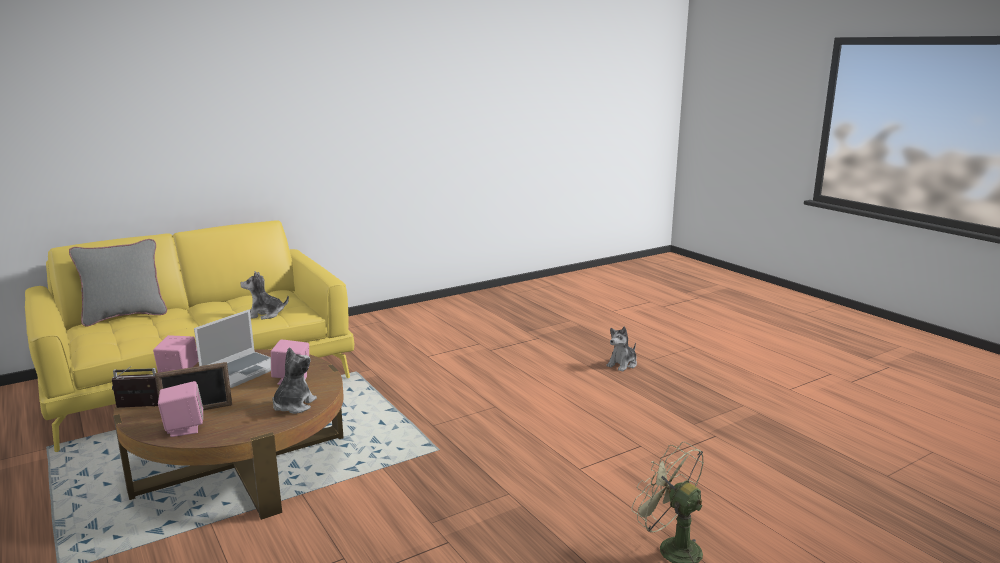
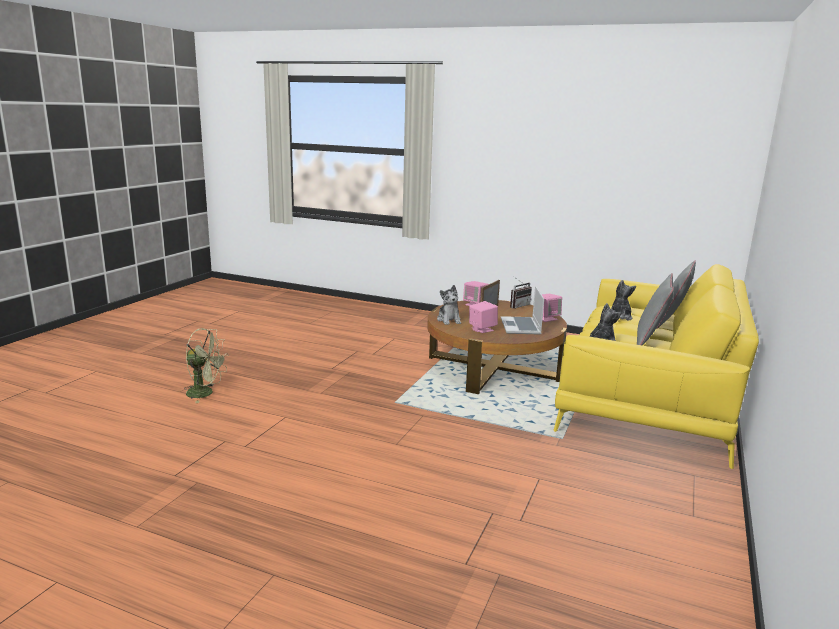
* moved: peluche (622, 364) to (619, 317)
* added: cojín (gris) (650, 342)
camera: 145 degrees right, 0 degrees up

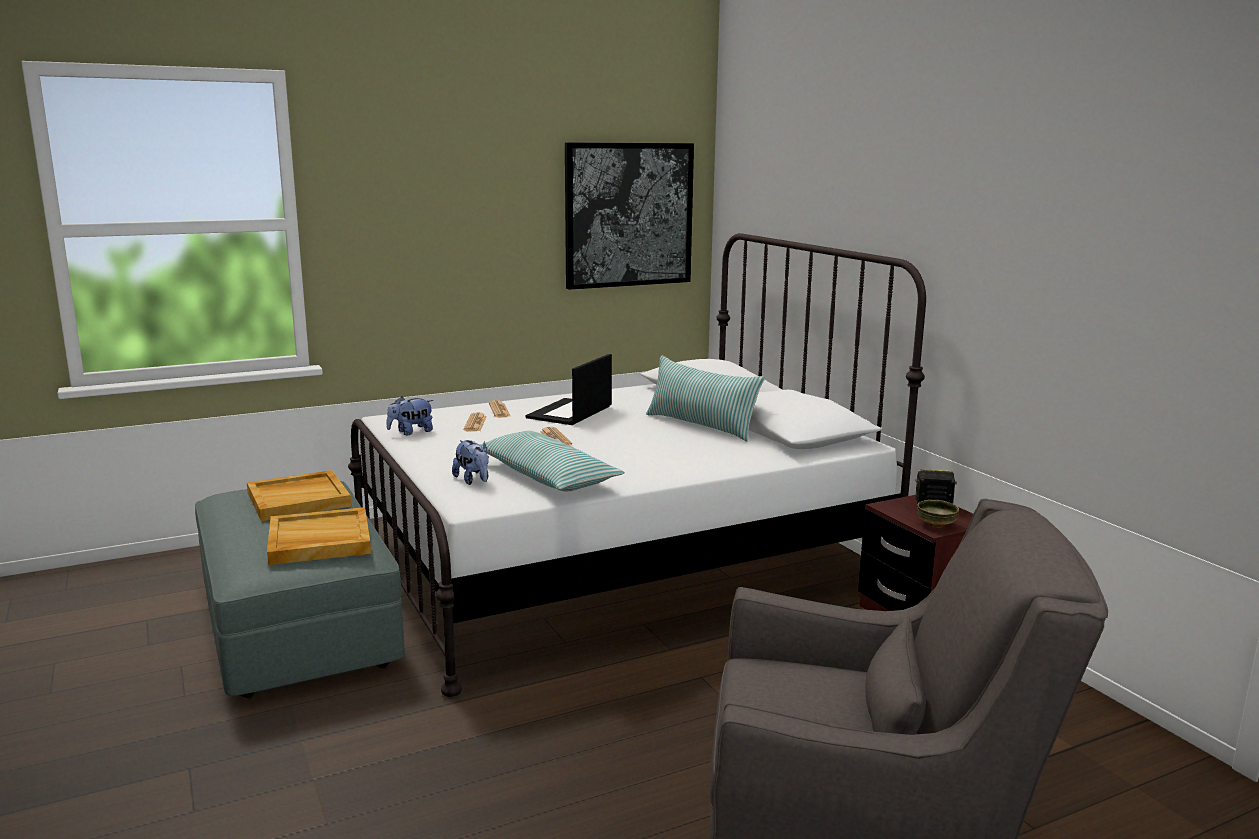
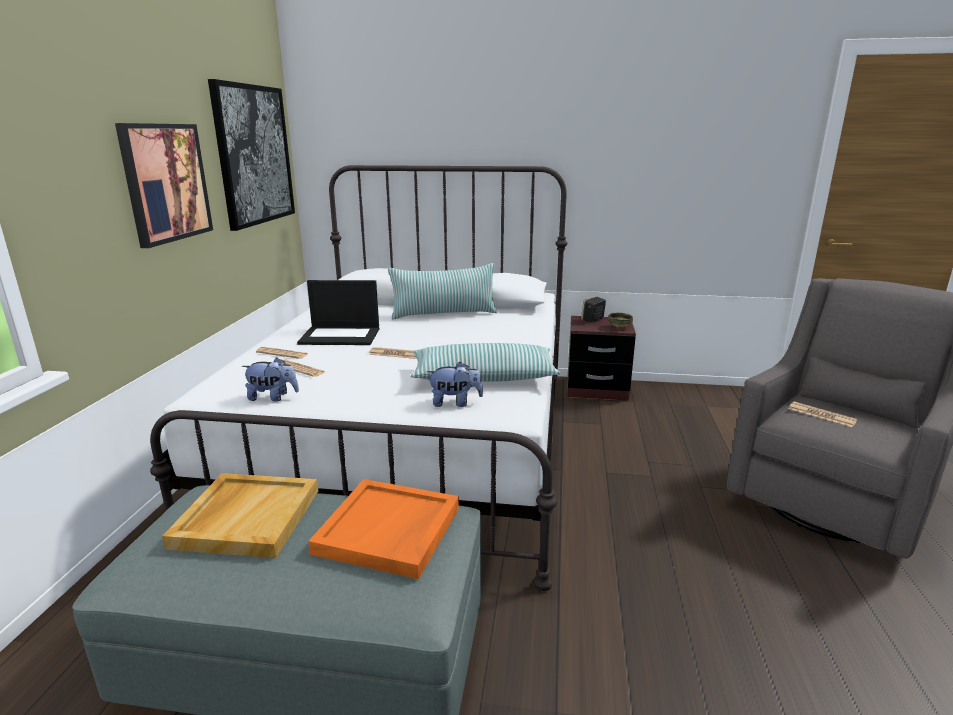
* added: cuadro (166, 183)
* turned: peluche (411, 432) = (273, 397) 90 degrees counterclockwise
* turned: portátil (570, 413) = (341, 336) 60 degrees counterclockwise
* recoloured: bandeja (beis) (318, 541) to bandeja (naranja) (389, 531)
* added: periódico (821, 415)
camera: 55 degrees left, 5 degrees up

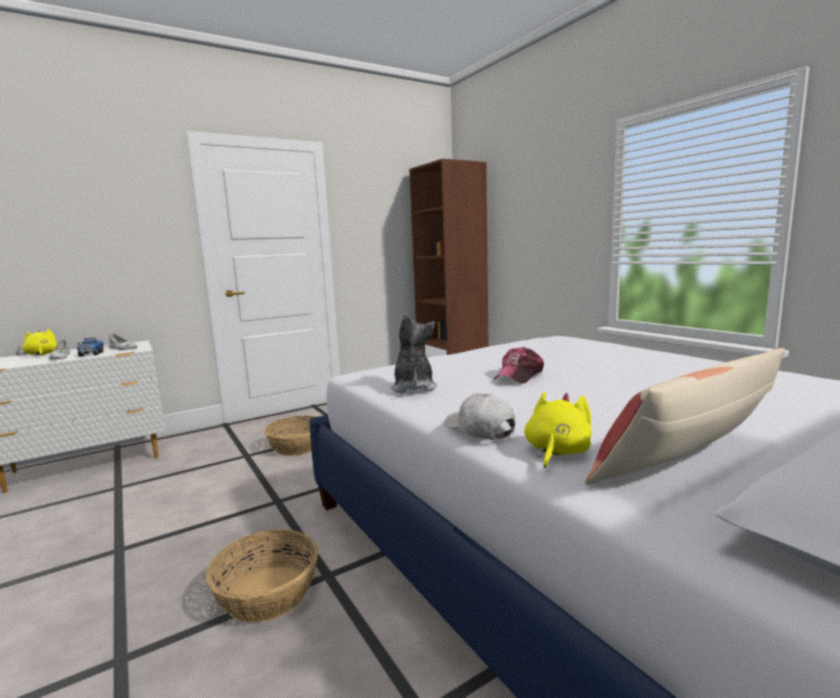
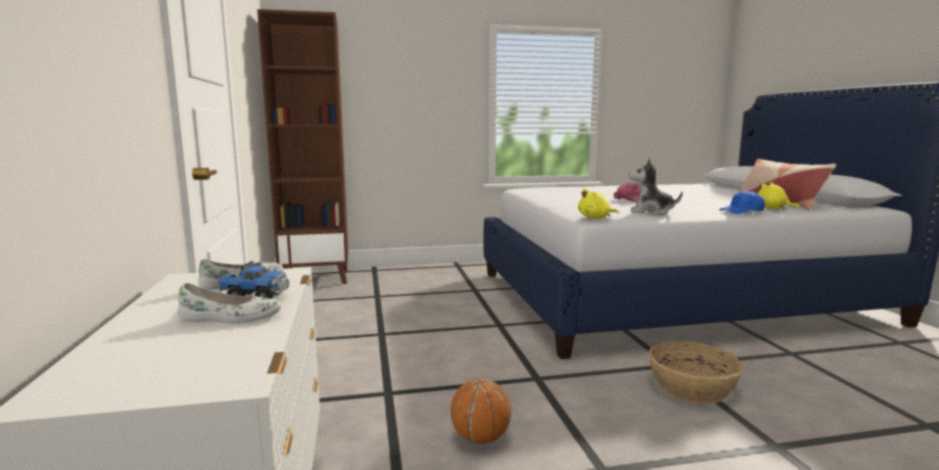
* added: balón de baloncesto (480, 438)
* moved: peluche (amarillo) (41, 354) to (596, 218)
* recoloured: gorra (blanco) (479, 429) to gorra (azul) (742, 211)
* removed: cesta (297, 446)
camera: 70 degrees left, 0 degrees up

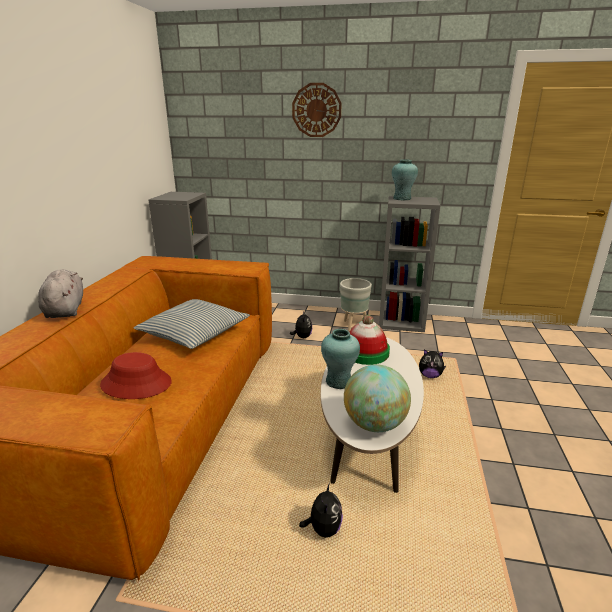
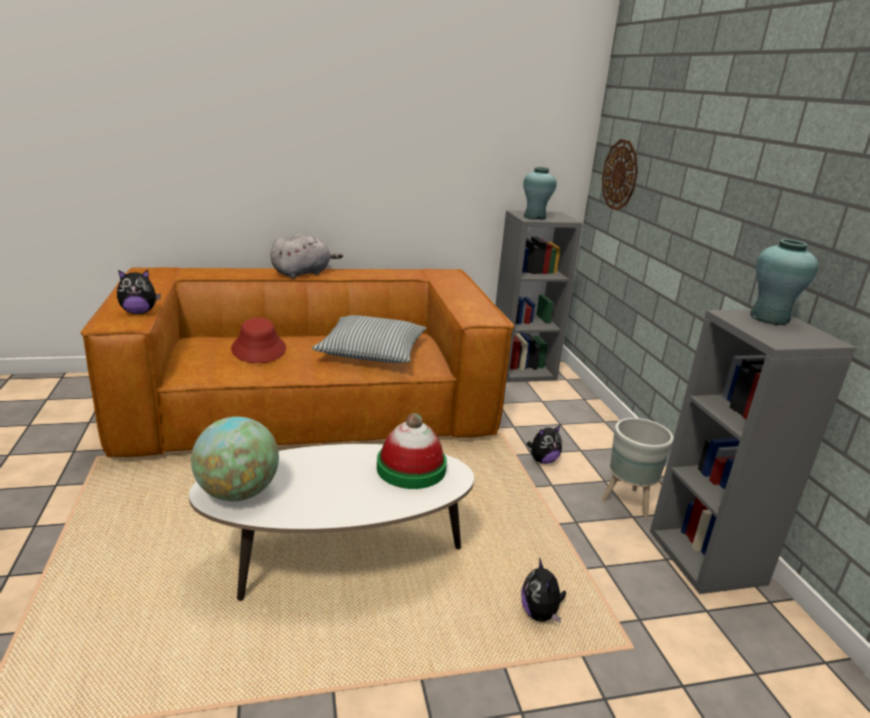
* moved: peluche (323, 529) to (139, 312)
* moved: florero (turquesa) (338, 381) to (535, 217)
* moved: reloj de pared (316, 110) to (620, 175)
camera: 65 degrees right, 0 degrees up

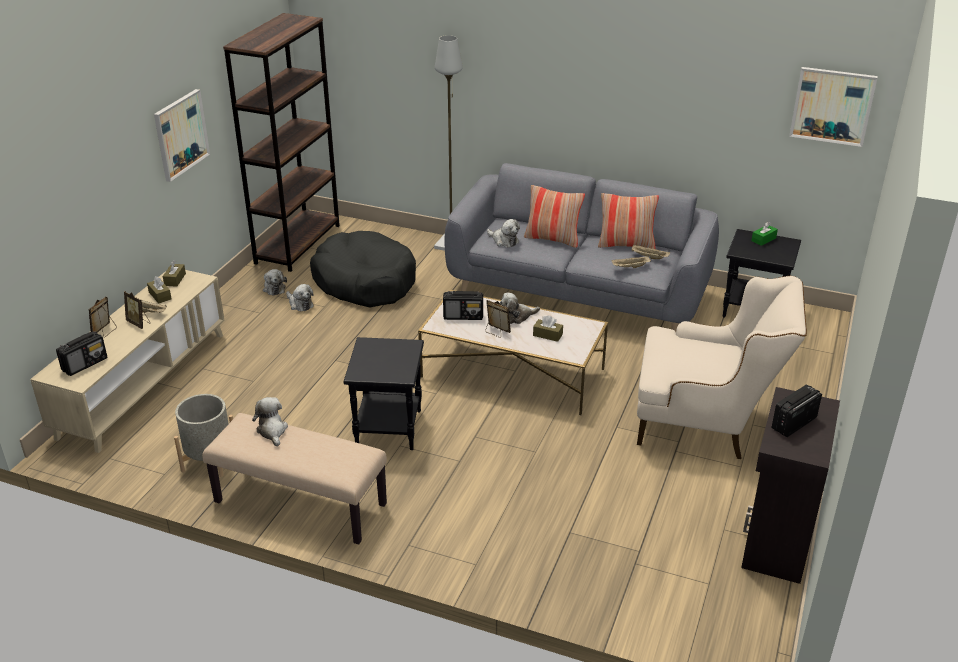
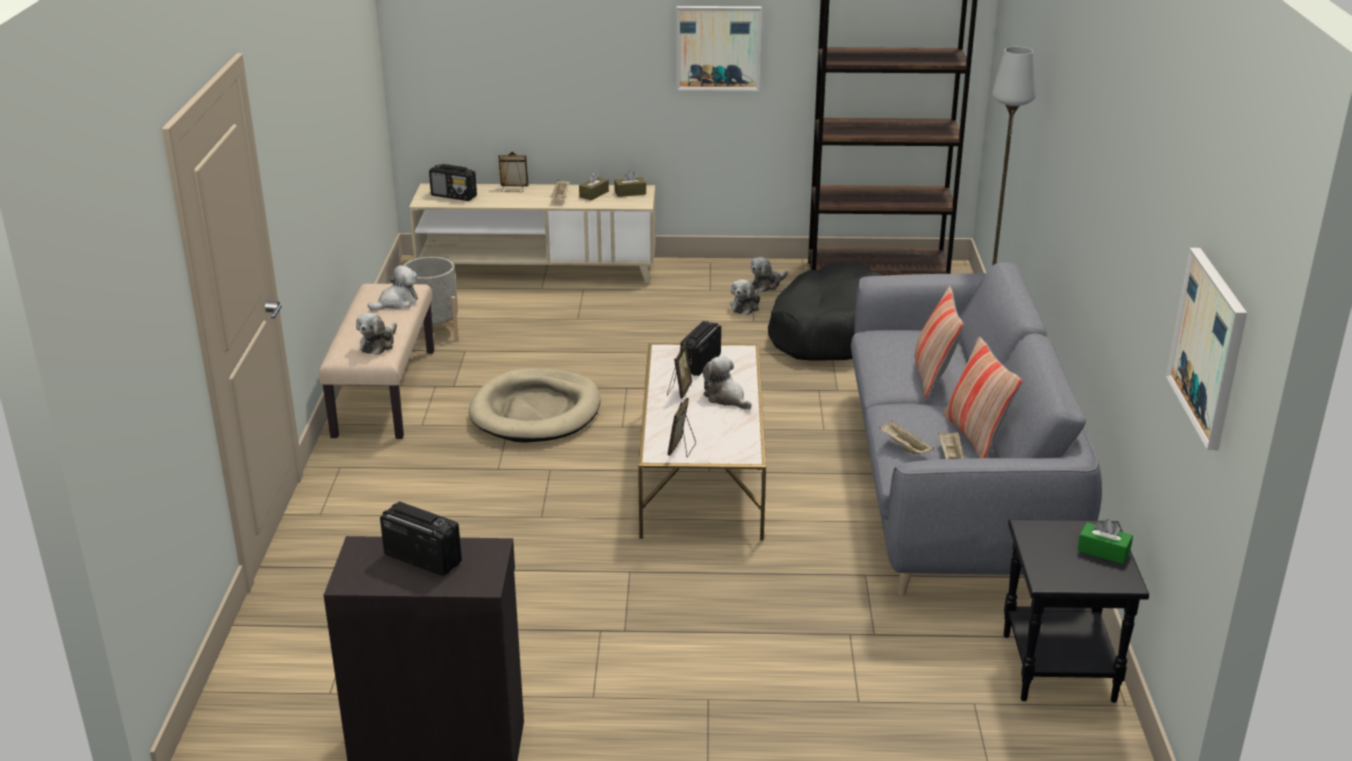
* moved: peluche (504, 241) to (378, 344)
* replaced: mesa auxiliar (negro) (387, 428) to cama para perro (beis) (536, 411)
* moved: portarretratos (139, 323) to (682, 449)
* turned: radio (463, 316) = (700, 363) 45 degrees clockwise
* removed: caja de pañuelos (marrón) (547, 335)
* removed: sillón (beis) (706, 424)
camera: 70 degrees right, 5 degrees down

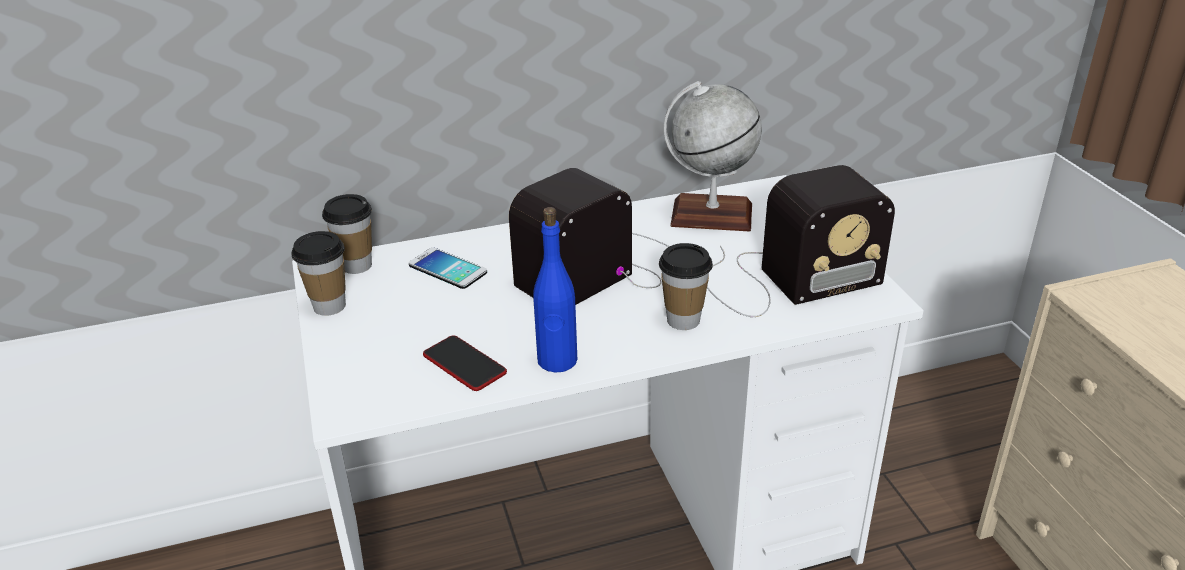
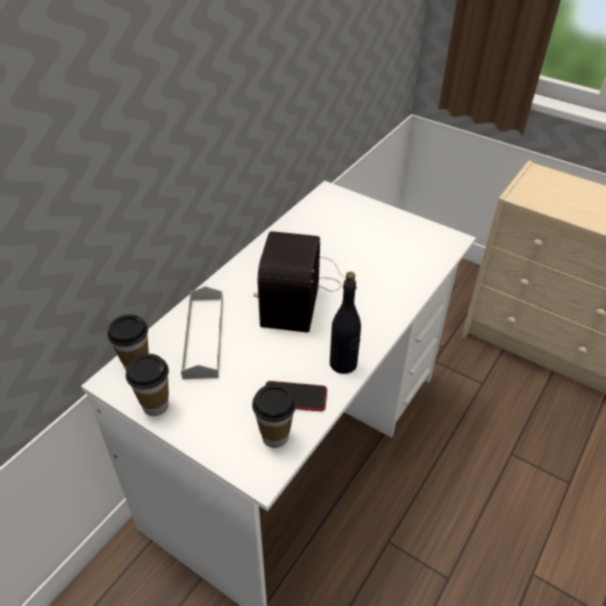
* replaced: móvil (447, 269) to bandeja (gris) (203, 336)
* moved: taza (683, 320) to (275, 436)
* recoloured: botella (azul) (557, 361) to botella (negro) (343, 364)
* removed: globo terráqueo (711, 215)
* removed: radio (783, 280)
camera: 40 degrees left, 10 degrees up

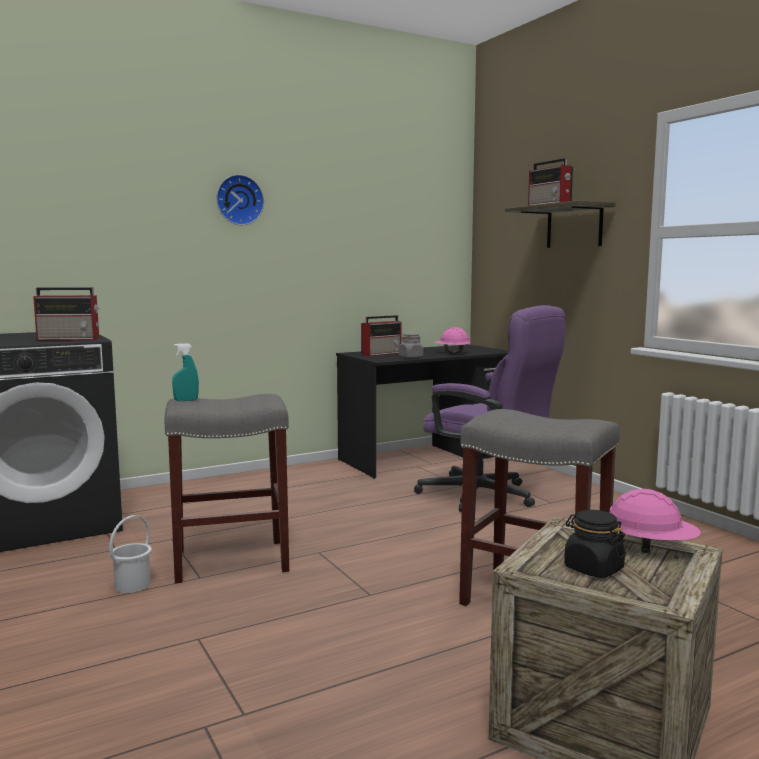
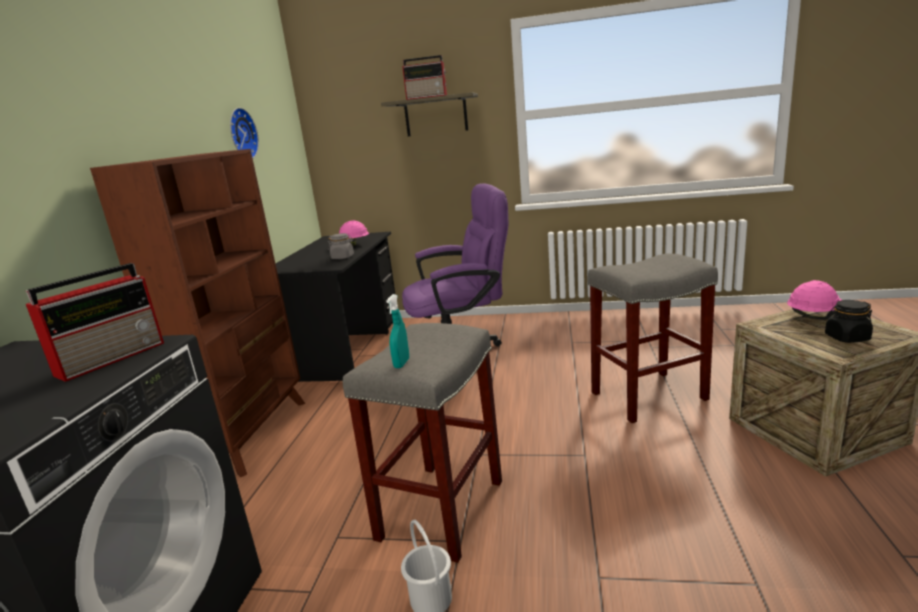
* added: estantería (marrón) (254, 434)
* moved: reloj de pared (239, 200) to (240, 134)
* removed: radio (382, 353)
camera: 50 degrees left, 10 degrees up

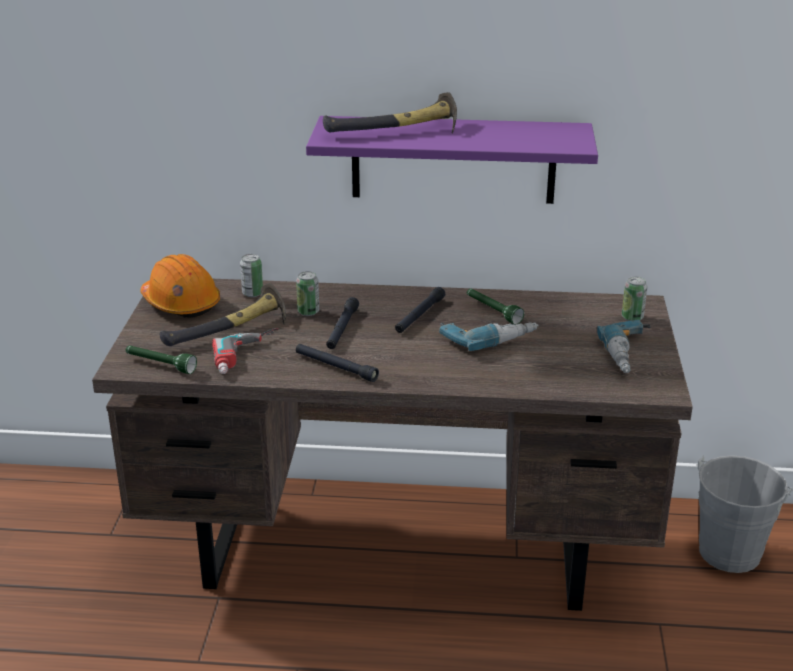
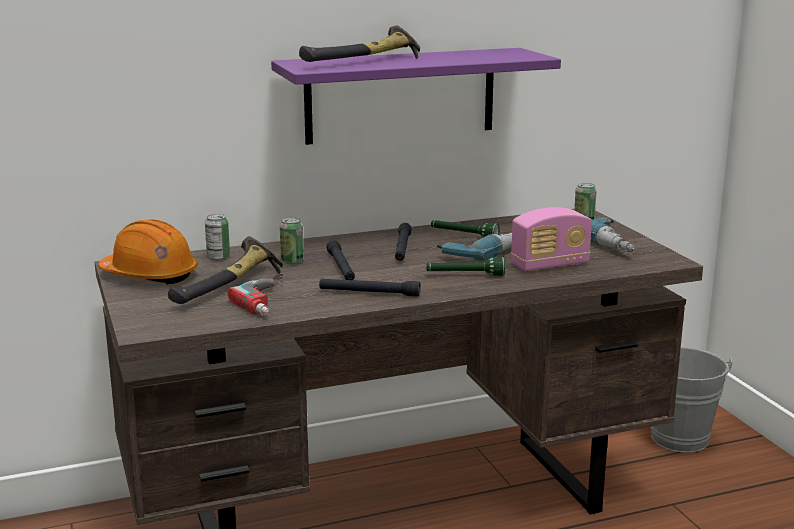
* moved: linterna (verde) (160, 365) to (465, 276)
* added: radio (550, 265)
camera: 25 degrees left, 10 degrees down

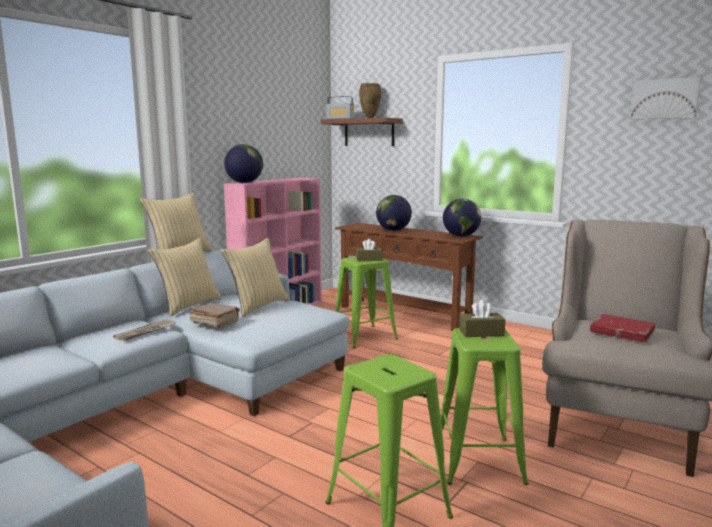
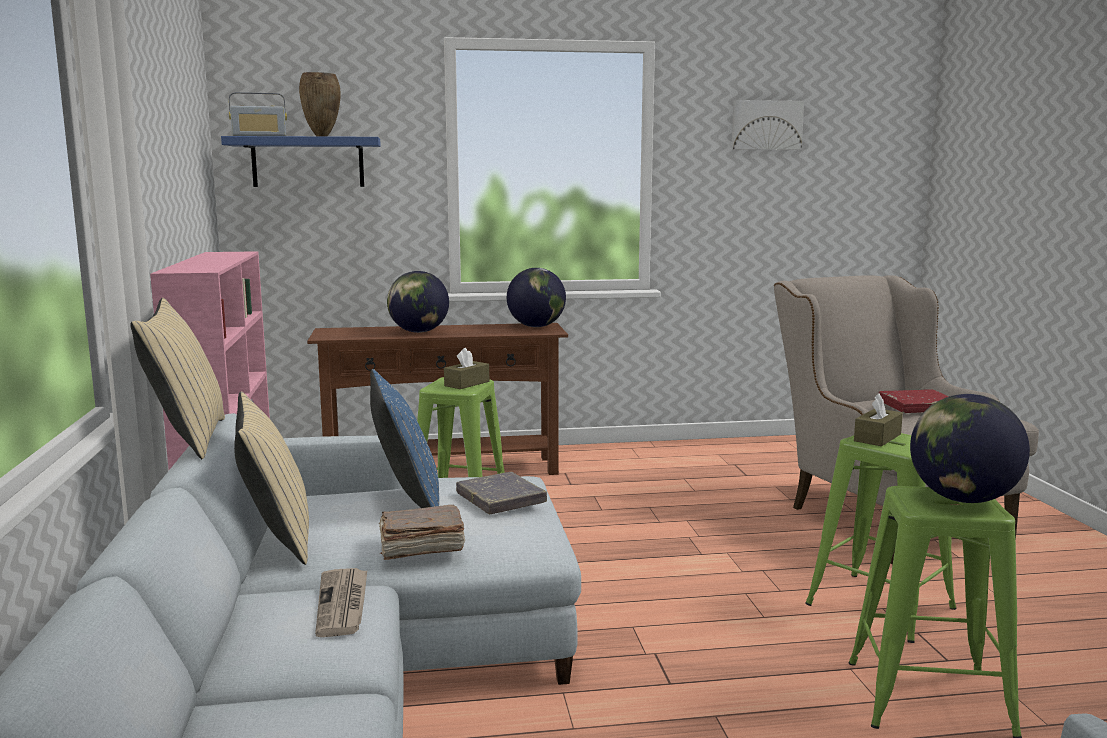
* recoloured: estante (marrón) (369, 132) to estante (azul) (308, 162)
* recoloured: cojín (beis) (257, 306) to cojín (azul) (406, 502)
* added: libro (gris) (501, 499)
* moved: globo terráqueo (244, 182) to (962, 499)
camera: 45 degrees left, 0 degrees up

